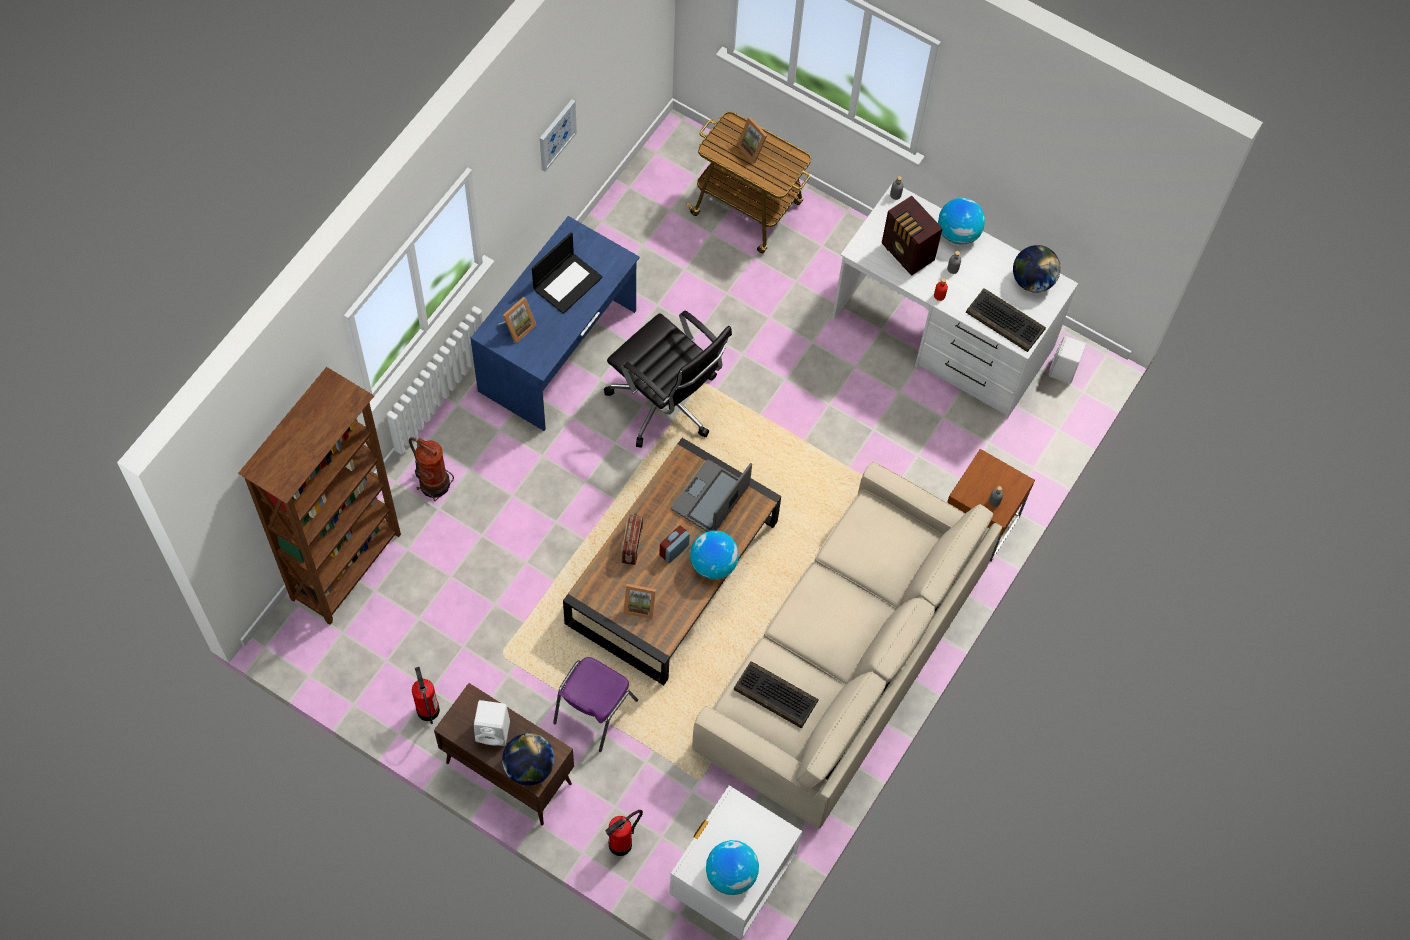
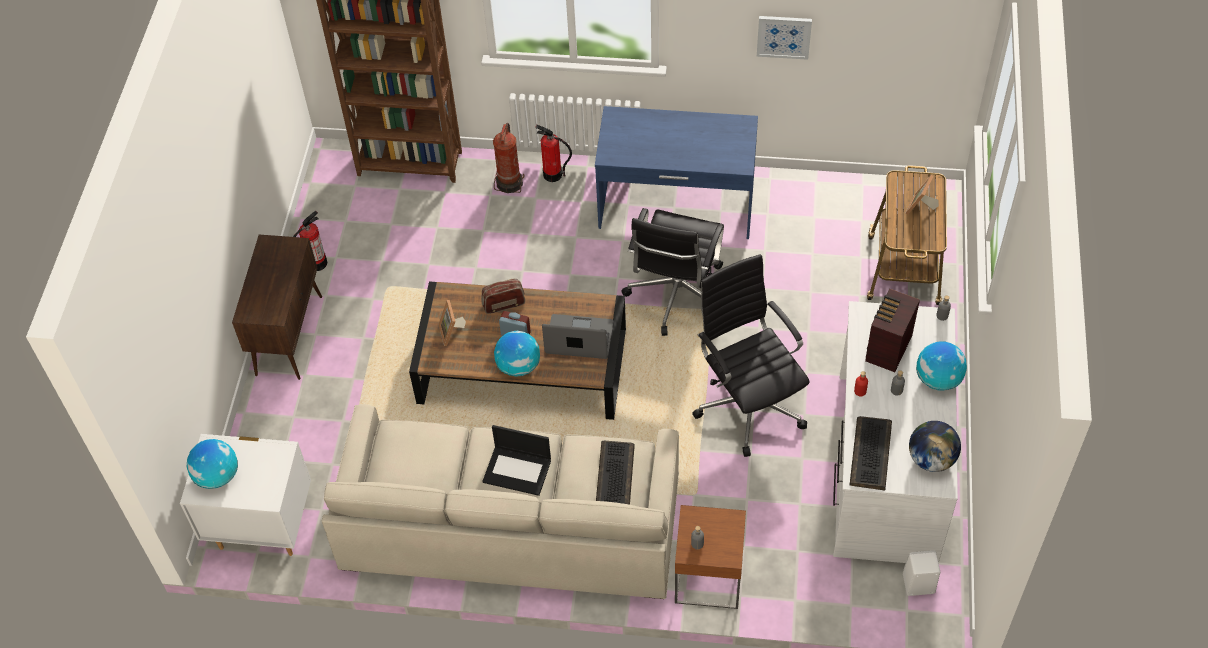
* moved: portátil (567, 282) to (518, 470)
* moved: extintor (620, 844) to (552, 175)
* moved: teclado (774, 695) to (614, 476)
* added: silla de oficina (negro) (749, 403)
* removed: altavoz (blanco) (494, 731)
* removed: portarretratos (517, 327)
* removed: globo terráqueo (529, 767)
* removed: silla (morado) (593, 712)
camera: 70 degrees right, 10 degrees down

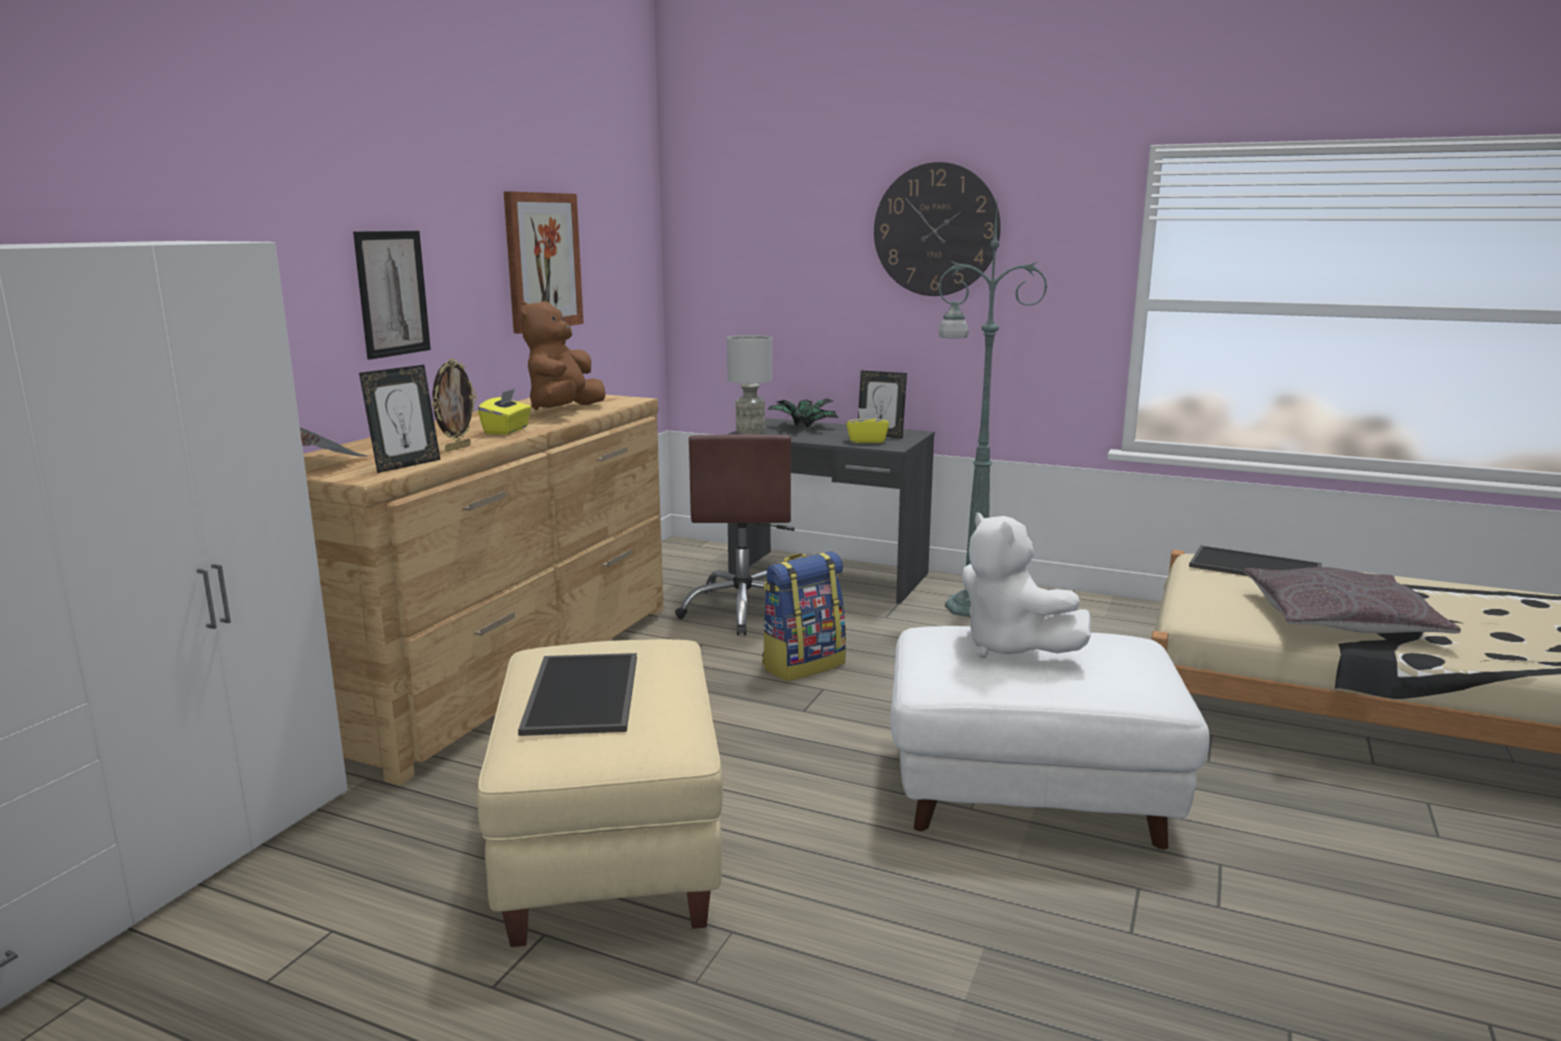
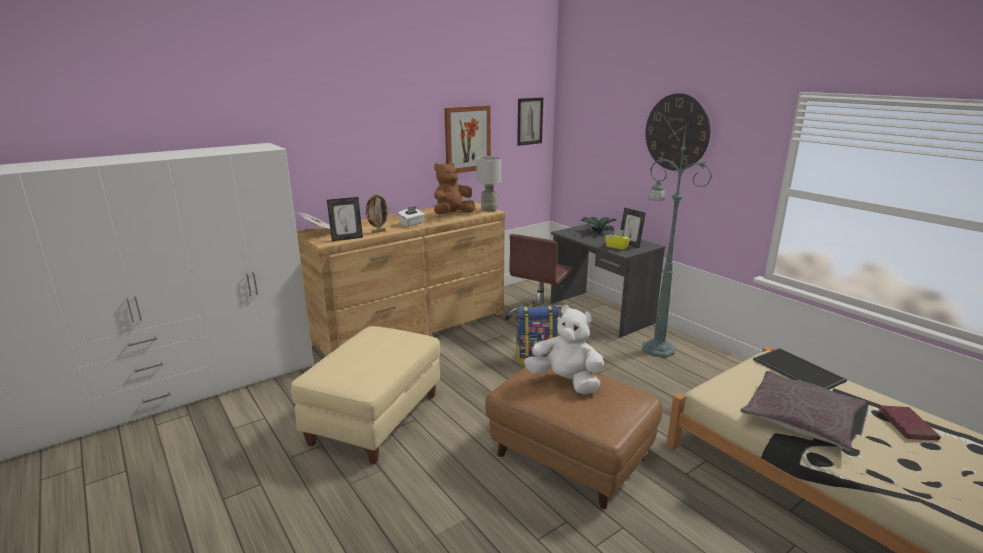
* recoloured: caja de pañuelos (amarillo) (507, 430) to caja de pañuelos (blanco) (411, 224)
* moved: lámpara de mesa (gris) (750, 433) to (489, 210)
* recoloured: puf (blanco) (1031, 792) to puf (marrón) (571, 456)
* moved: cuadro (392, 293) to (529, 121)
* turned: peluche (blanco) (1011, 648) = (565, 382) 120 degrees clockwise
* added: libro (rojo) (907, 425)
* removed: bandeja (579, 693)
camera: 30 degrees right, 5 degrees up

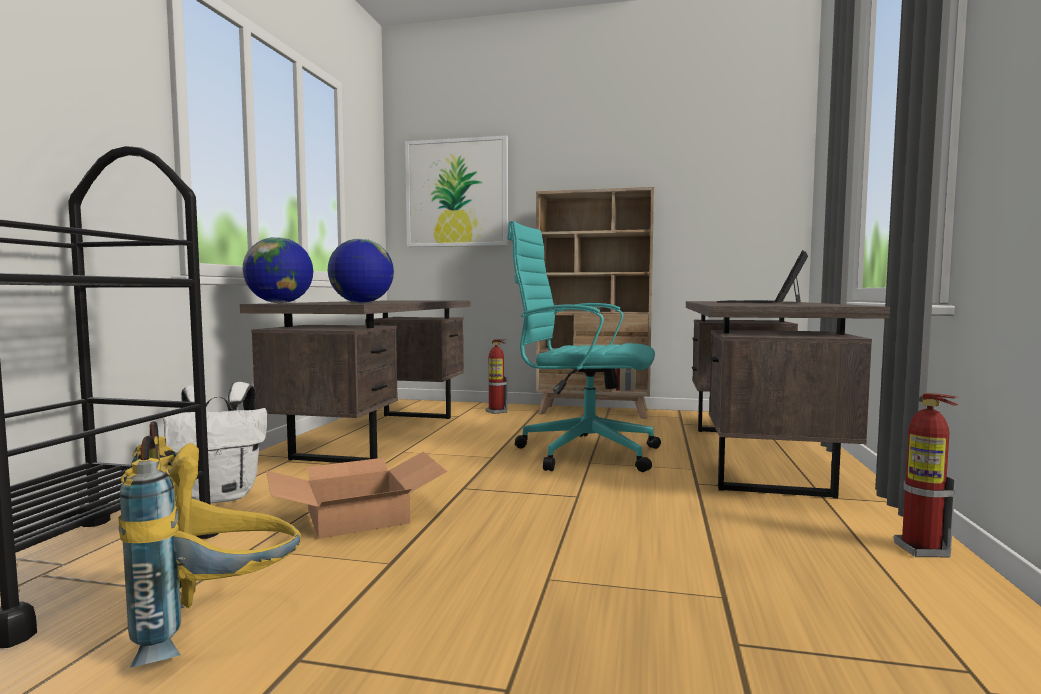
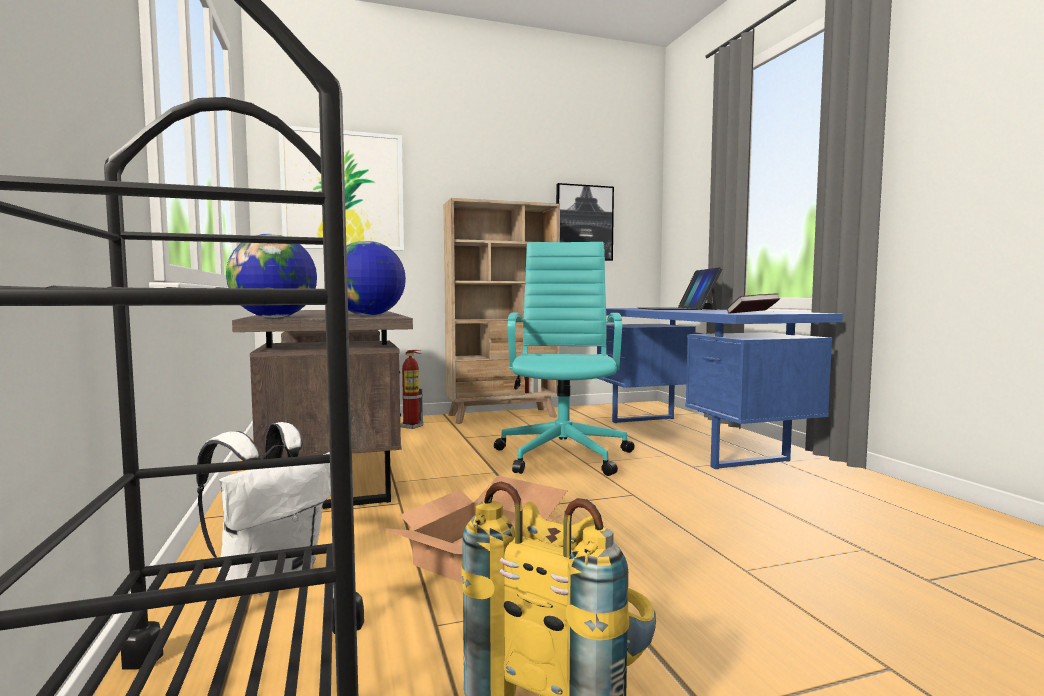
* turned: silla de oficina (turquesa) (583, 452) = (564, 454) 105 degrees clockwise
* added: cuadro (584, 223)
* recoloured: escritorio (marrón) (755, 458) to escritorio (azul) (690, 439)
* added: libro (752, 313)
* removed: extintor (921, 550)
camera: 30 degrees left, 0 degrees up

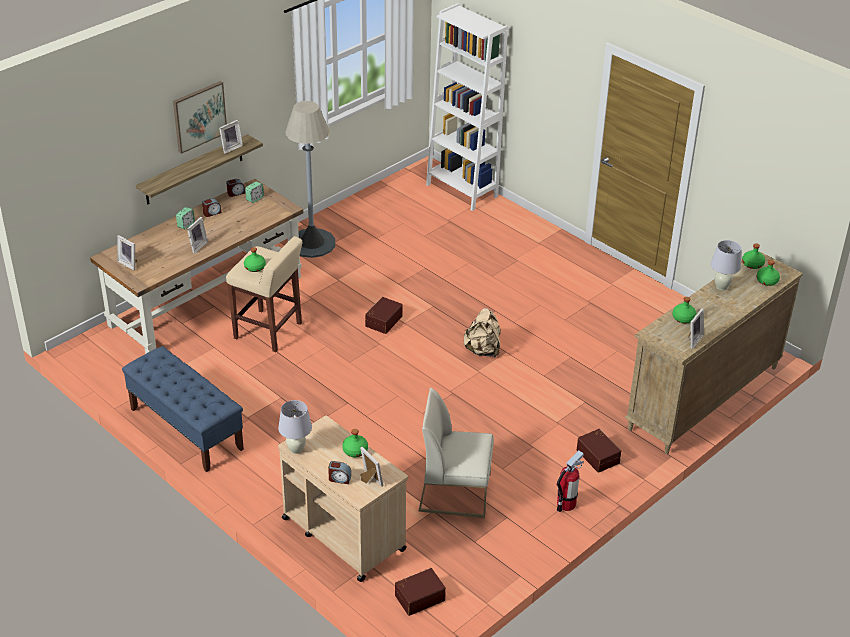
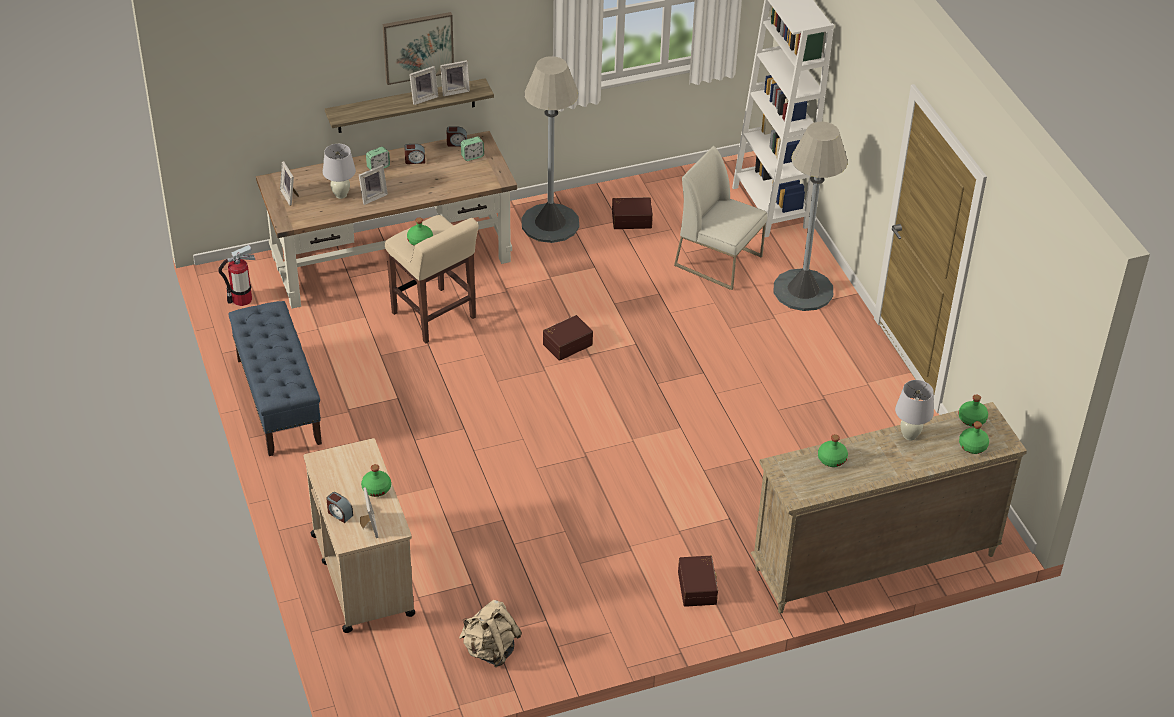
* moved: extintor (566, 504) to (241, 299)
* moved: lámpara de mesa (blanco) (296, 450) to (340, 195)
* moved: portarretratos (692, 340) to (423, 98)
* moved: mochila (beis) (482, 350) to (490, 650)
* moved: caja de almacenaje (marrón) (419, 597) to (631, 219)
* moved: silla (blanco) (455, 492) to (719, 261)
* added: lámpara de pie (gris) (803, 290)
camera: 25 degrees right, 5 degrees up

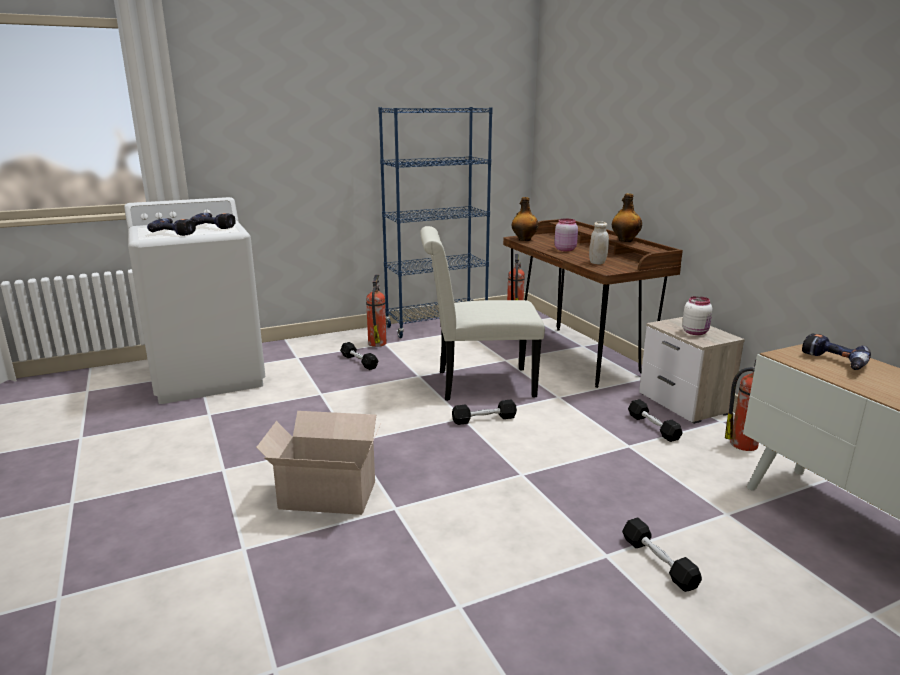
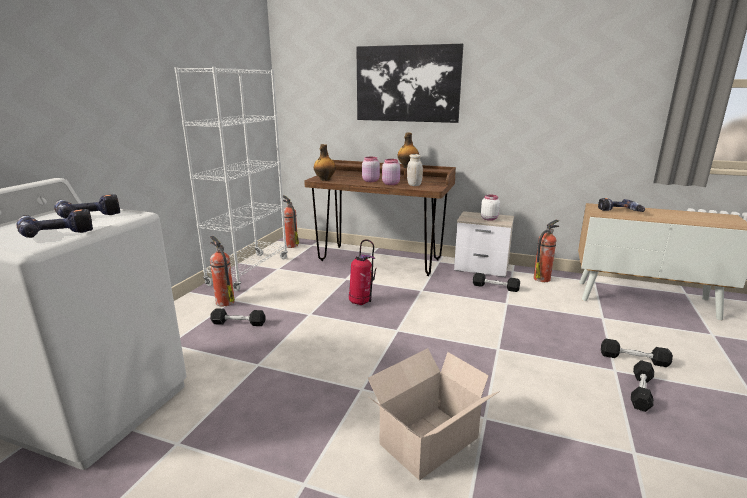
* recoloured: estantería (azul) (437, 326) to estantería (blanco) (249, 271)
* replaced: silla (blanco) (477, 384) to extintor (361, 302)
* added: cuadro (407, 84)
* added: tarro (rosa) (391, 184)
* moved: mancuerna (negro) (484, 419) to (641, 392)
camera: 45 degrees left, 0 degrees up

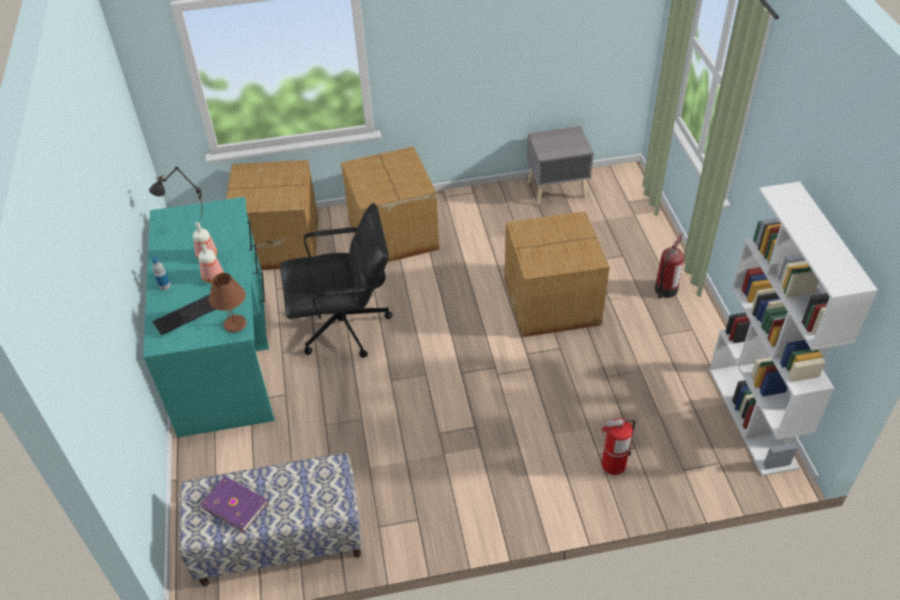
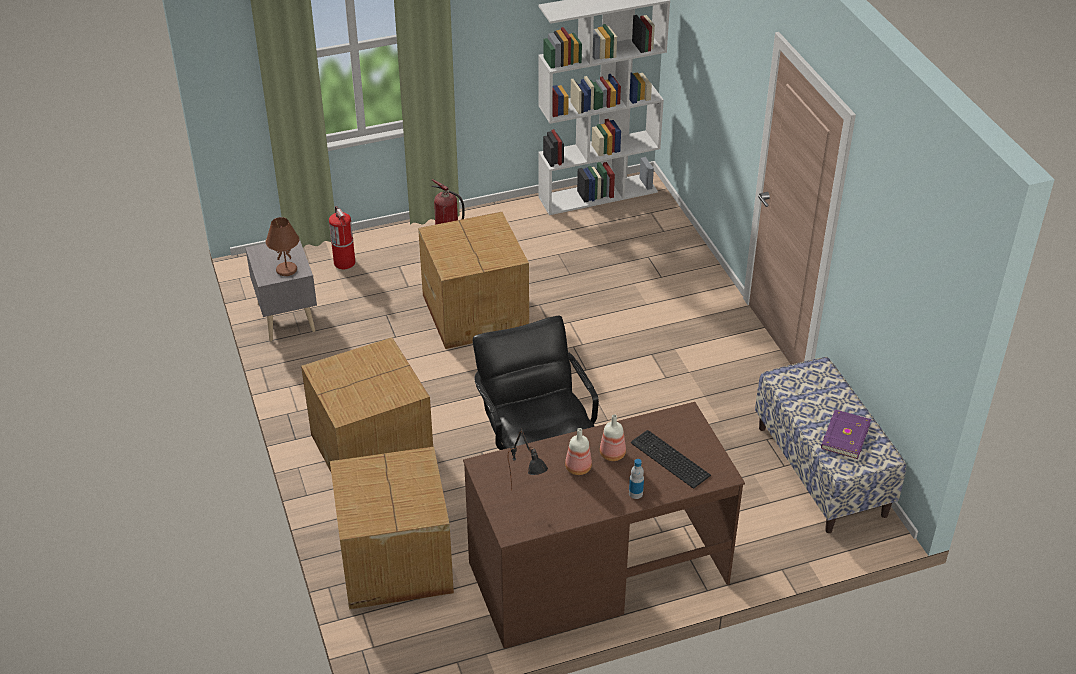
* moved: lámpara de mesa (marrón) (235, 325) to (287, 270)
* moved: extintor (613, 465) to (344, 263)
* recoloured: escritorio (turquesa) (224, 353) to escritorio (marrón) (597, 572)
camera: 100 degrees left, 5 degrees down

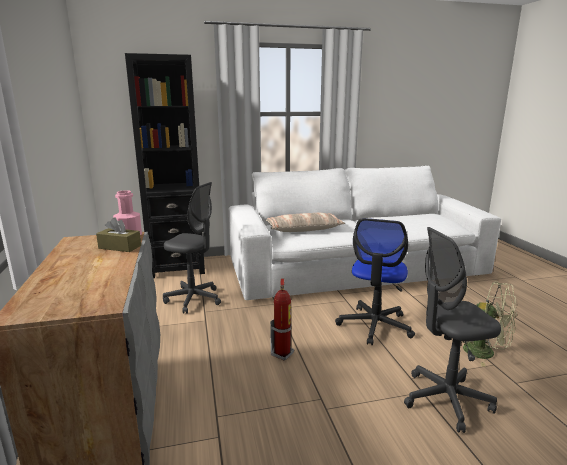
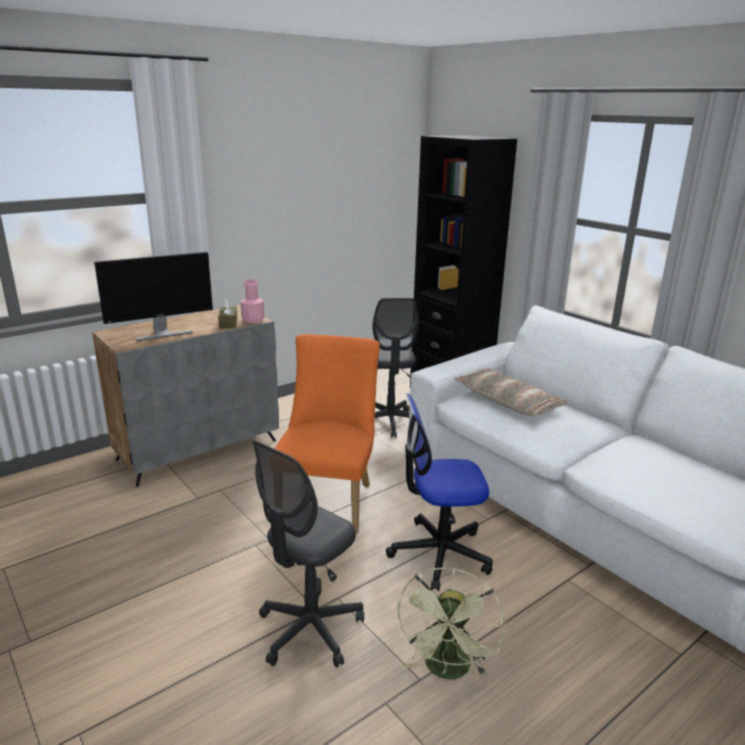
* added: monitor (161, 333)
* turned: silla de oficina (gris) (446, 400) = (310, 630) 105 degrees counterclockwise
* replaced: extintor (282, 353) to silla (naranja) (329, 499)
camera: 65 degrees right, 5 degrees up

